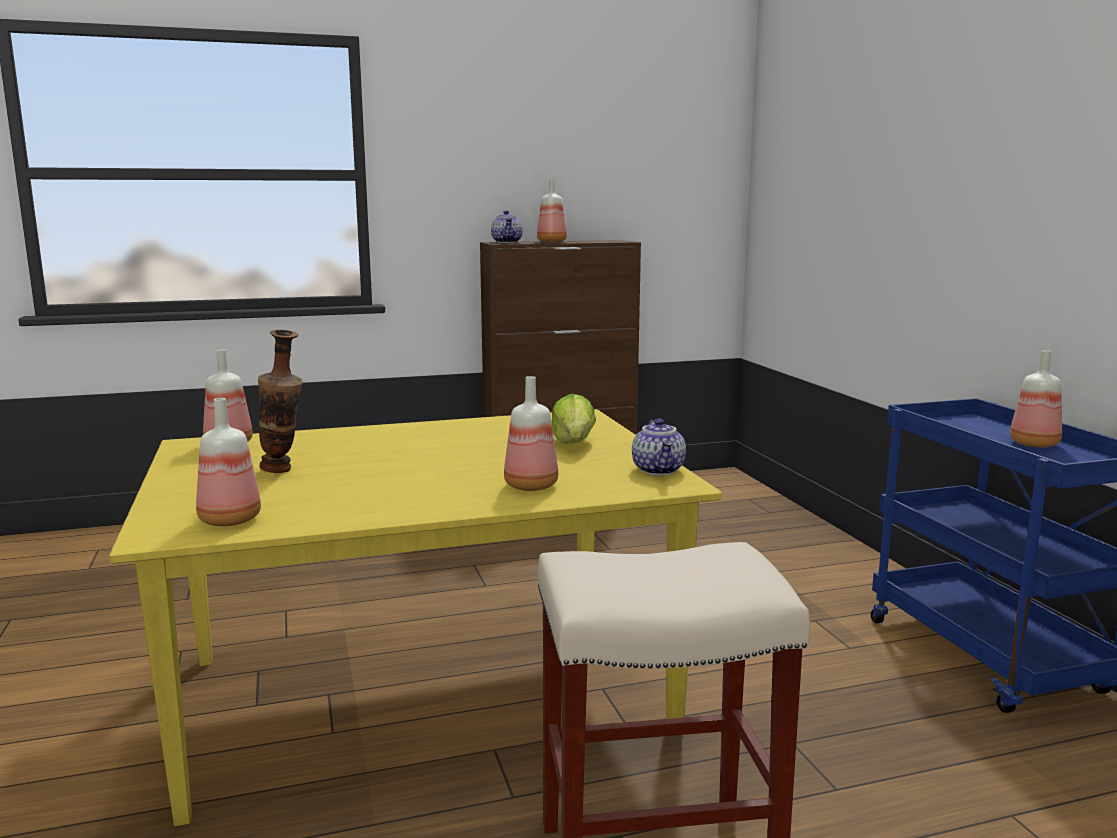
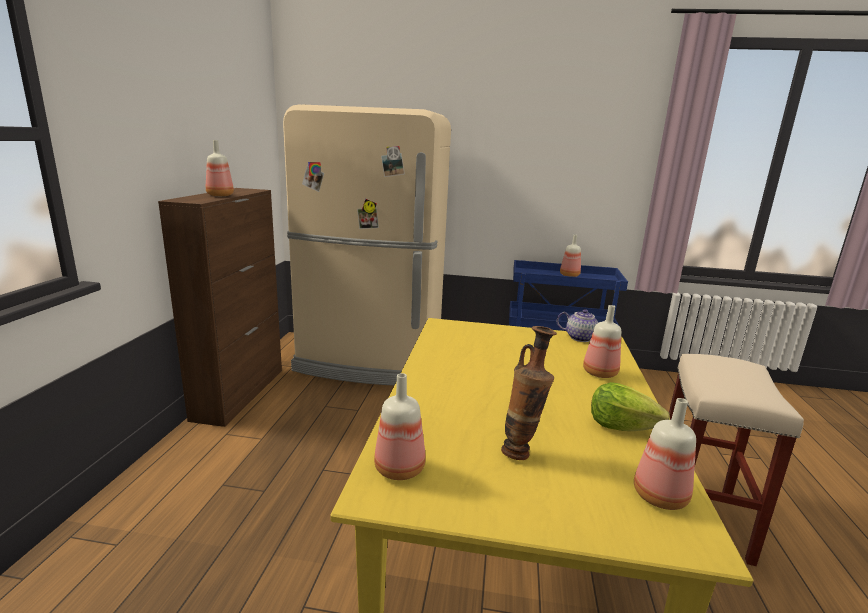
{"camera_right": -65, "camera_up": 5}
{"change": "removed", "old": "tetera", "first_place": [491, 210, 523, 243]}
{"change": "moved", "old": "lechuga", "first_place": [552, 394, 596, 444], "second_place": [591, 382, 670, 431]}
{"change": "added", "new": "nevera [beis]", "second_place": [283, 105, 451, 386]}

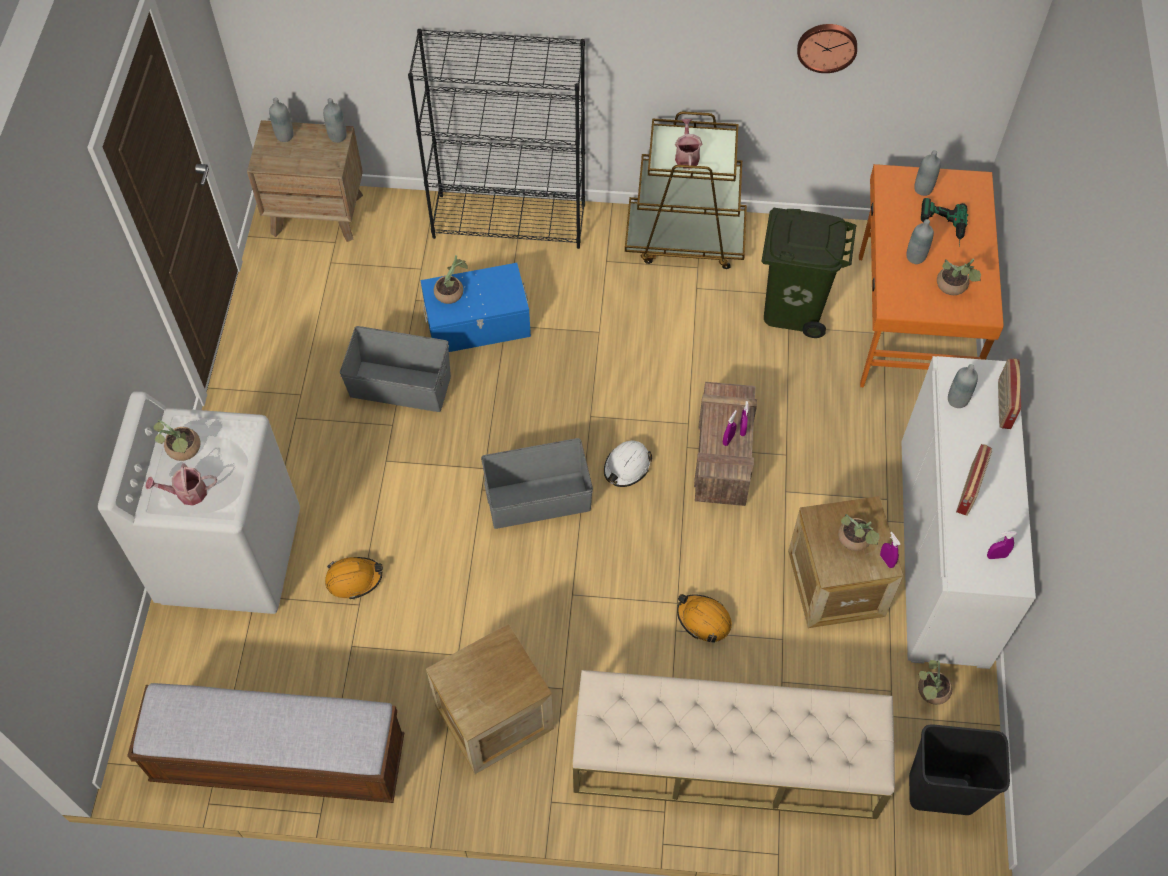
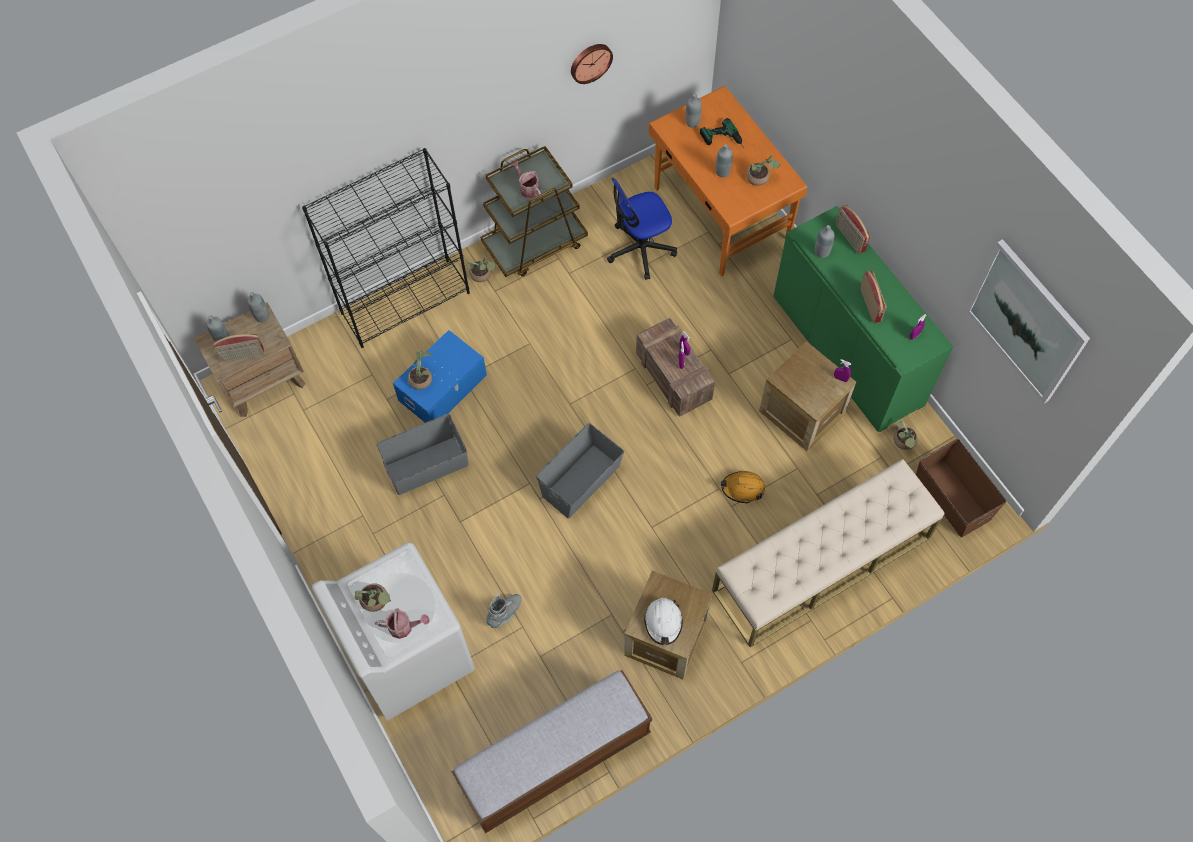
{"camera_right": -35, "camera_up": 5}
{"change": "turned", "old": "regadera", "first_place": [145, 463, 217, 505], "second_place": [375, 608, 430, 639], "degrees": -135}
{"change": "replaced", "old": "casco [naranja]", "new": "bota [gris]", "first_place": [325, 557, 383, 599], "second_place": [486, 594, 522, 628]}
{"change": "moved", "old": "casco [blanco]", "first_place": [604, 440, 652, 487], "second_place": [644, 598, 683, 645]}
{"change": "replaced", "old": "papelera [verde]", "new": "silla de oficina", "first_place": [761, 207, 856, 338], "second_place": [607, 178, 677, 280]}
{"change": "moved", "old": "planta en maceta", "first_place": [838, 514, 880, 551], "second_place": [468, 257, 496, 282]}
{"change": "recoloured", "old": "armario [blanco]", "new": "armario [verde]", "first_place": [901, 356, 1036, 669], "second_place": [773, 206, 953, 432]}
{"change": "replaced", "old": "papelera [negro]", "new": "caja de almacenaje [marrón]", "first_place": [909, 724, 1010, 815], "second_place": [916, 439, 1007, 537]}
{"change": "added", "new": "radio", "second_place": [213, 334, 264, 362]}
{"change": "added", "new": "cuadro", "second_place": [966, 239, 1090, 403]}

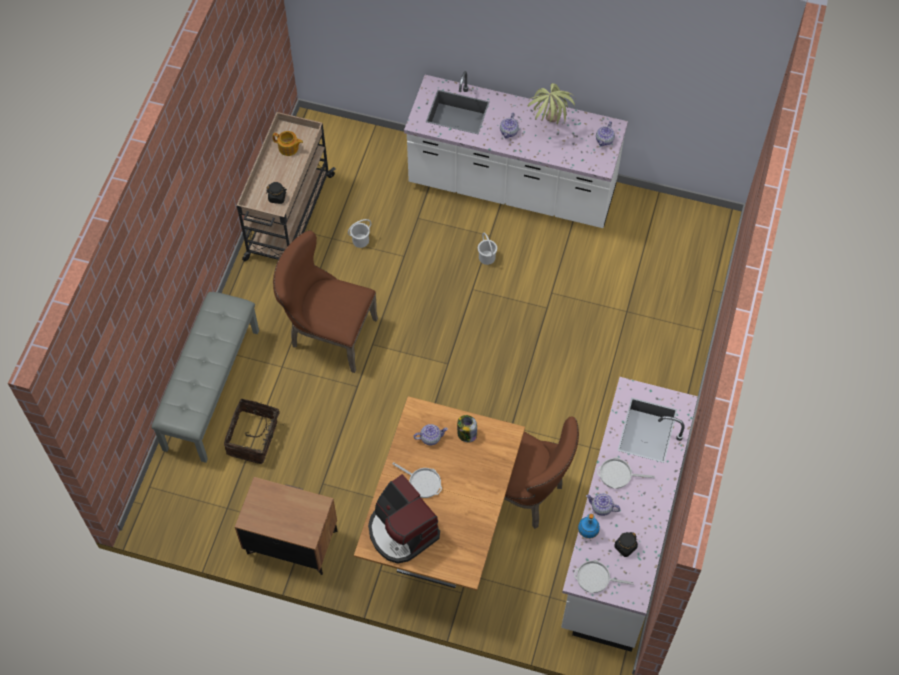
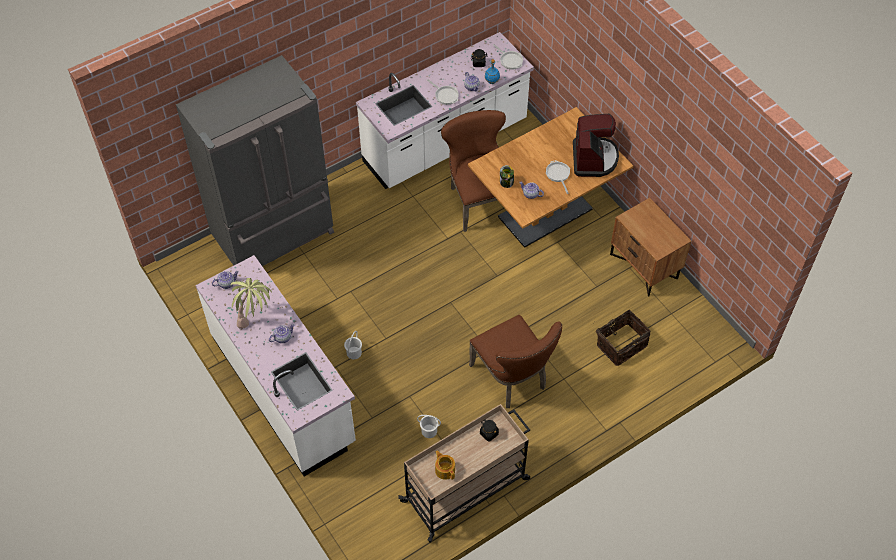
{"camera_right": -140, "camera_up": -5}
{"change": "removed", "old": "banco [gris]", "first_place": [152, 292, 259, 463]}
{"change": "added", "new": "nevera [gris]", "second_place": [176, 55, 334, 266]}

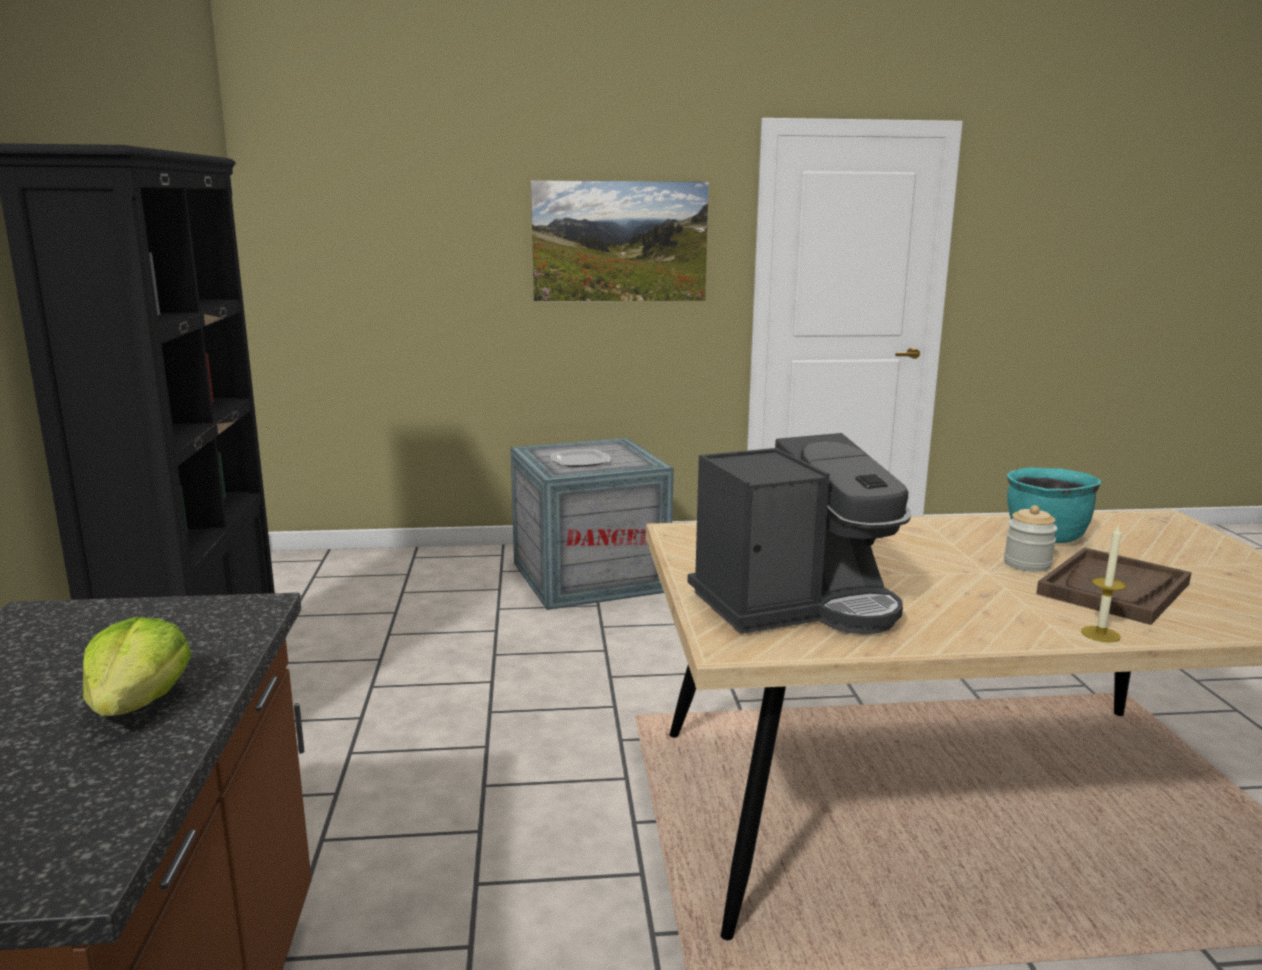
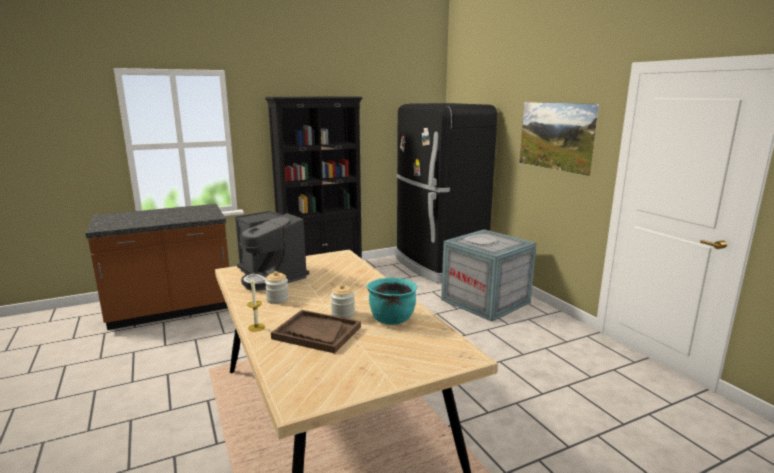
{"camera_right": 70, "camera_up": 0}
{"change": "removed", "old": "lechuga", "first_place": [83, 617, 192, 716]}
{"change": "added", "new": "tarro", "second_place": [265, 271, 289, 304]}
{"change": "added", "new": "nevera [negro]", "second_place": [395, 103, 497, 283]}

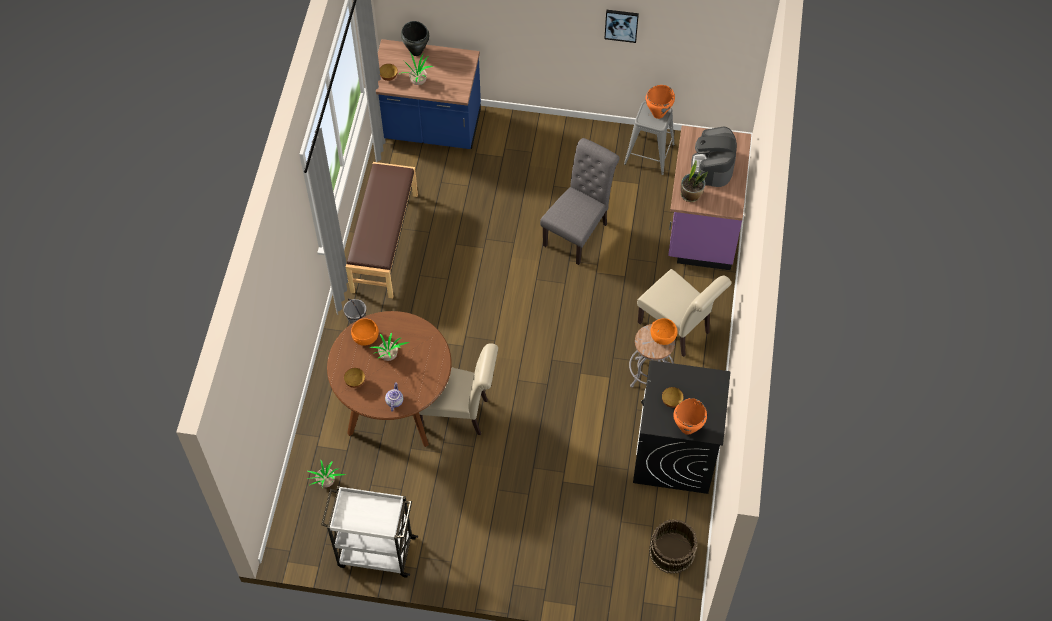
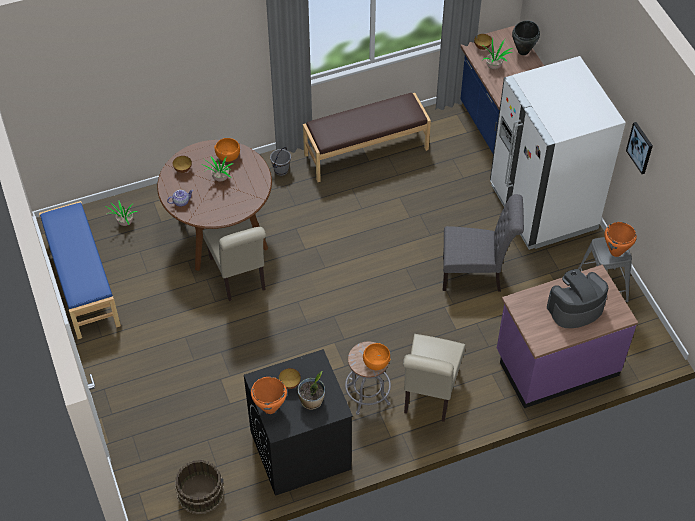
{"camera_right": 60, "camera_up": -5}
{"change": "replaced", "old": "carrito [blanco]", "new": "banco [azul]", "first_place": [321, 486, 418, 578], "second_place": [39, 201, 121, 339]}
{"change": "moved", "old": "planta en maceta", "first_place": [681, 161, 708, 202], "second_place": [298, 371, 325, 410]}
{"change": "added", "new": "nevera [blanco]", "second_place": [490, 56, 626, 250]}

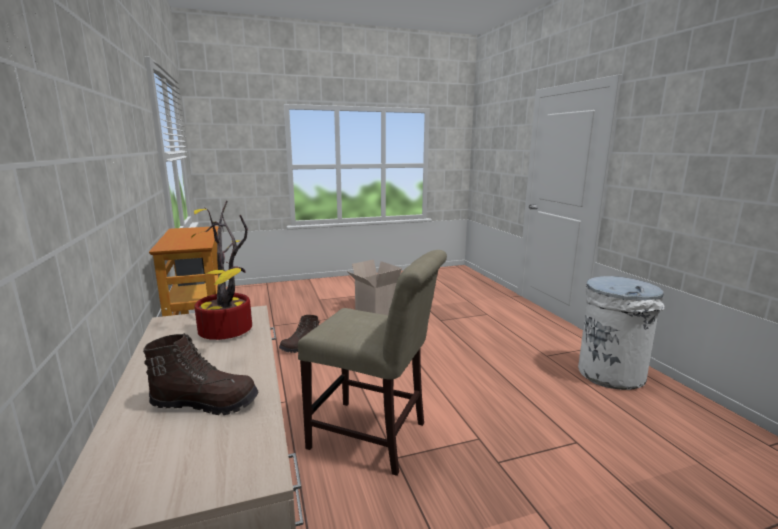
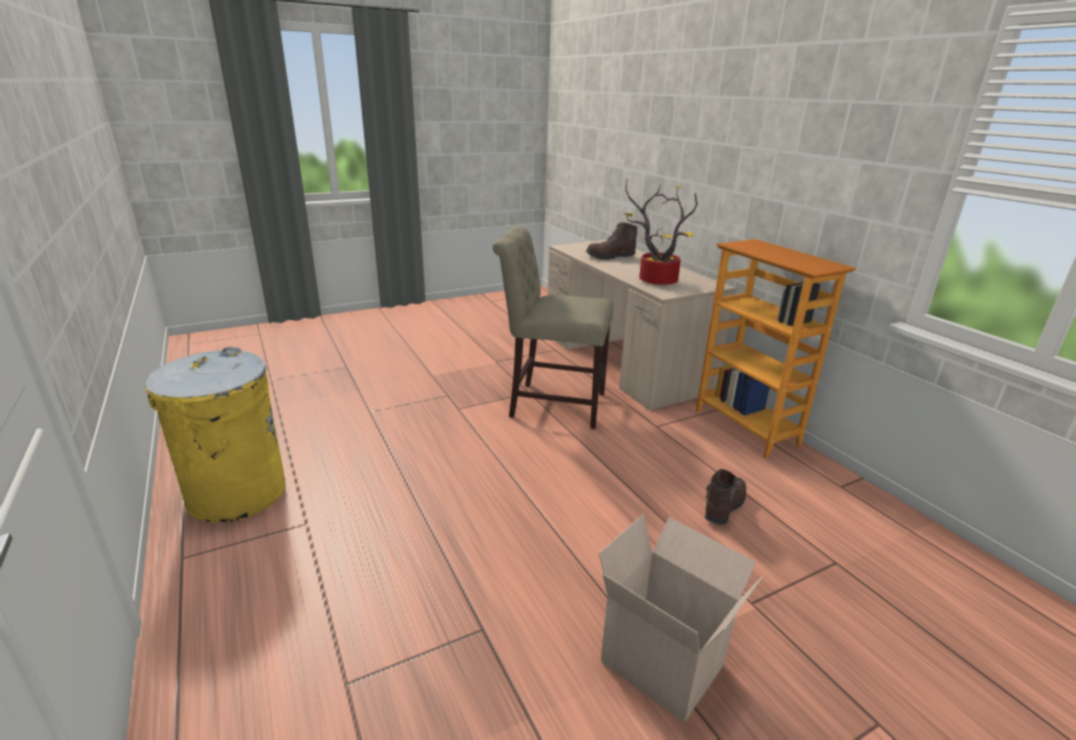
{"camera_right": 170, "camera_up": 10}
{"change": "recoloured", "old": "papelera [blanco]", "new": "papelera [amarillo]", "first_place": [578, 276, 665, 390], "second_place": [145, 347, 285, 523]}

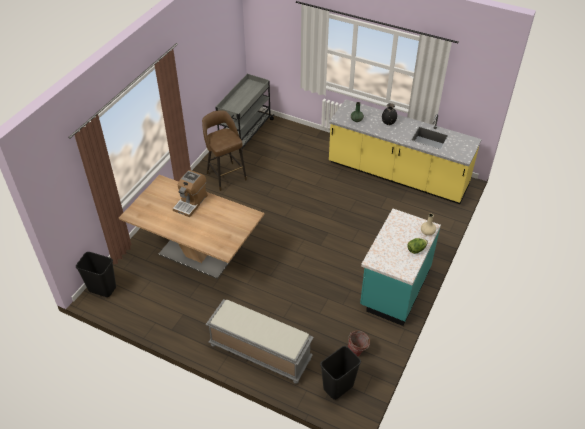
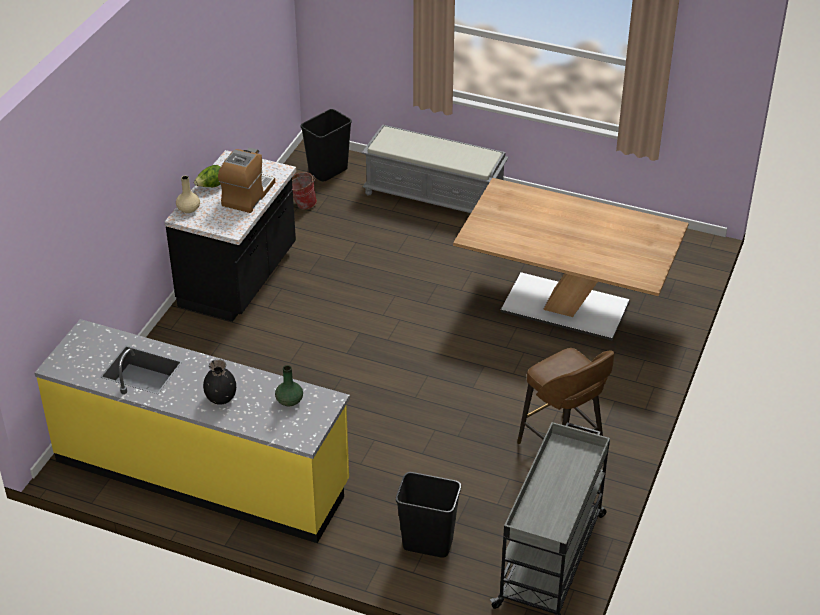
{"camera_right": 175, "camera_up": -5}
{"change": "moved", "old": "papelera [negro]", "first_place": [76, 252, 116, 297], "second_place": [396, 472, 461, 558]}
{"change": "moved", "old": "cafetera", "first_place": [173, 170, 208, 217], "second_place": [218, 148, 275, 213]}
{"change": "recoloured", "old": "mueble bajo de cocina [turquesa]", "new": "mueble bajo de cocina [negro]", "first_place": [360, 209, 441, 326], "second_place": [165, 150, 296, 322]}

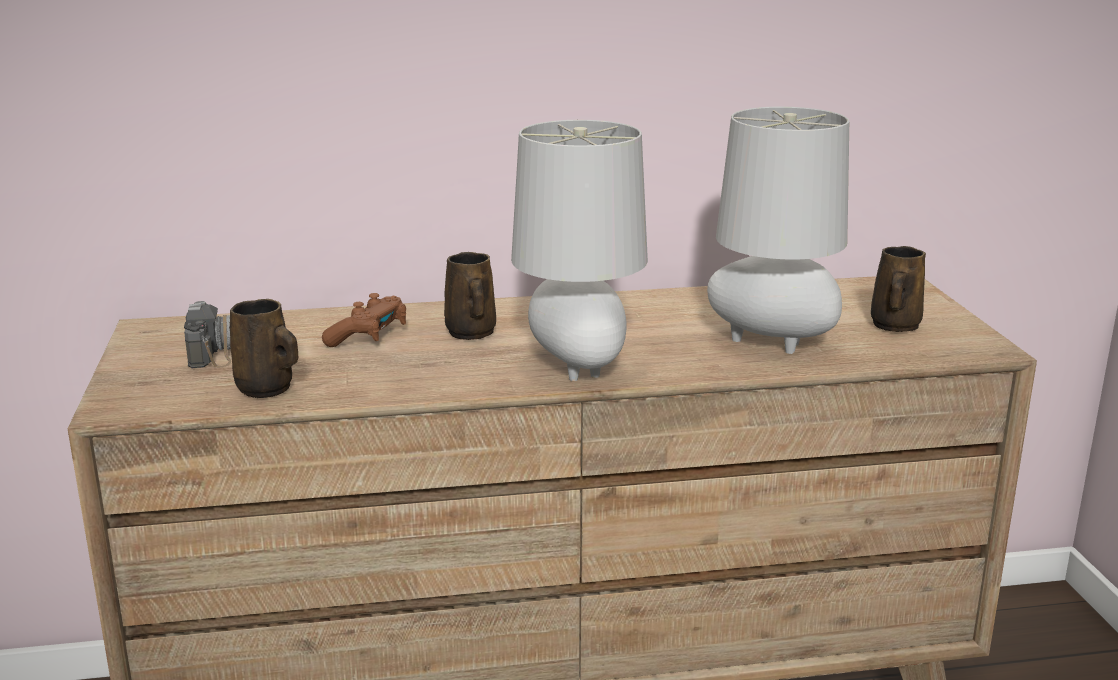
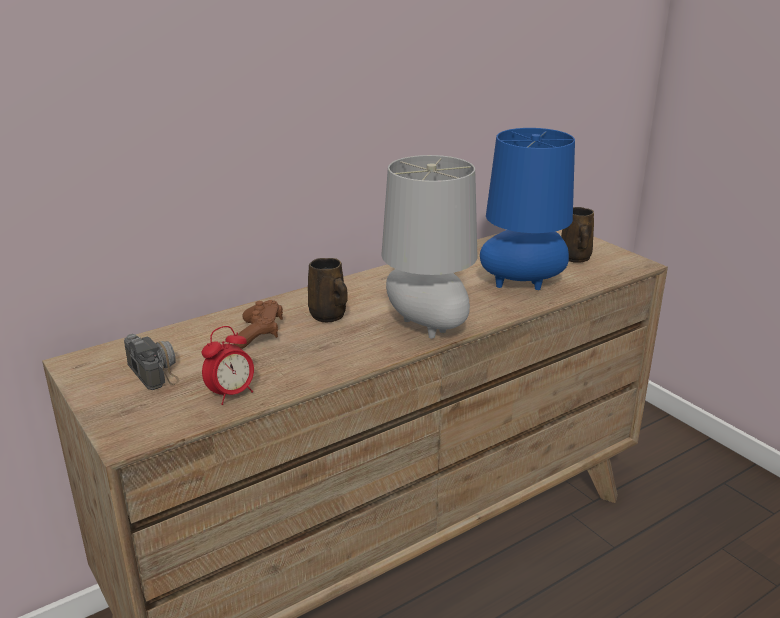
{"camera_right": -25, "camera_up": 5}
{"change": "replaced", "old": "taza grande [marrón]", "new": "despertador", "first_place": [230, 299, 298, 398], "second_place": [202, 326, 254, 405]}
{"change": "recoloured", "old": "lámpara de mesa [gris]", "new": "lámpara de mesa [azul]", "first_place": [707, 107, 849, 354], "second_place": [480, 128, 575, 290]}

